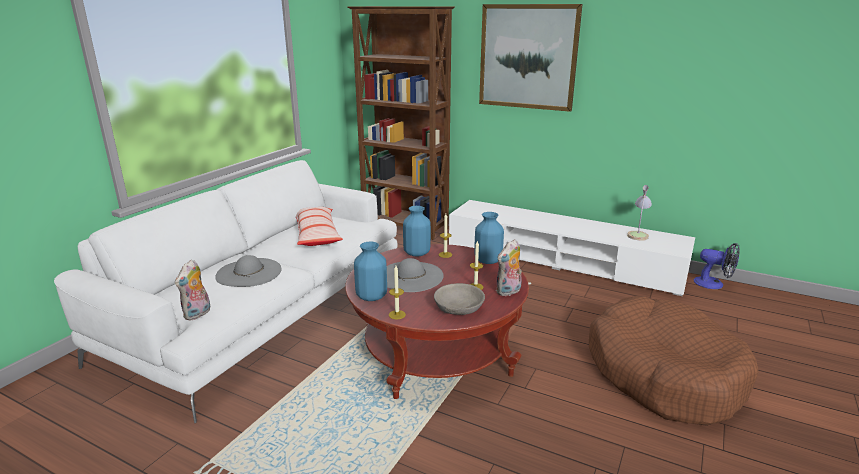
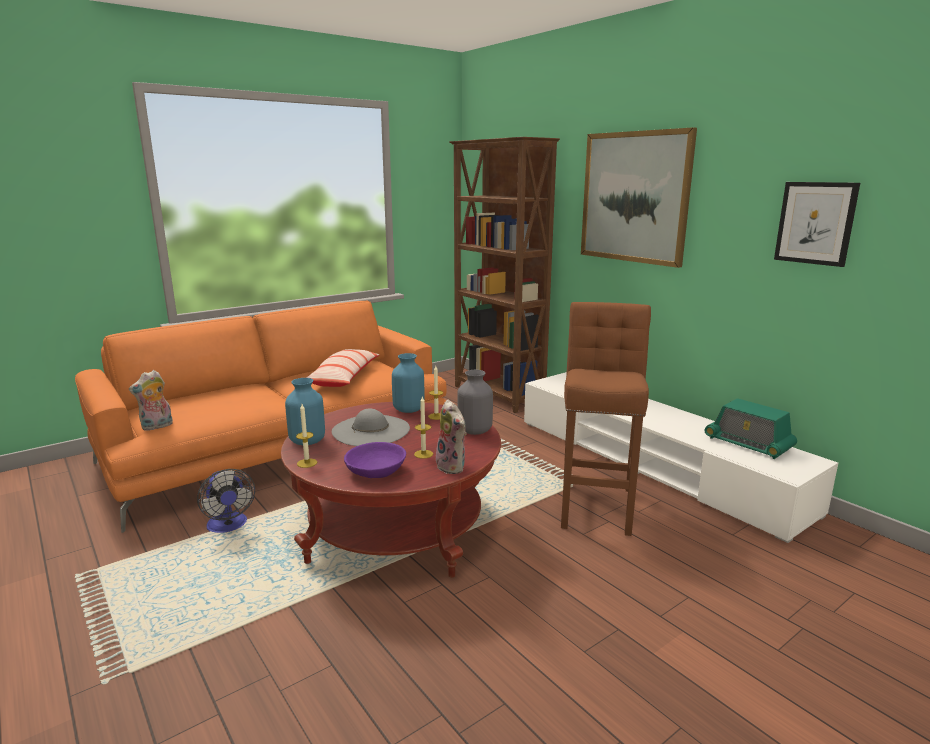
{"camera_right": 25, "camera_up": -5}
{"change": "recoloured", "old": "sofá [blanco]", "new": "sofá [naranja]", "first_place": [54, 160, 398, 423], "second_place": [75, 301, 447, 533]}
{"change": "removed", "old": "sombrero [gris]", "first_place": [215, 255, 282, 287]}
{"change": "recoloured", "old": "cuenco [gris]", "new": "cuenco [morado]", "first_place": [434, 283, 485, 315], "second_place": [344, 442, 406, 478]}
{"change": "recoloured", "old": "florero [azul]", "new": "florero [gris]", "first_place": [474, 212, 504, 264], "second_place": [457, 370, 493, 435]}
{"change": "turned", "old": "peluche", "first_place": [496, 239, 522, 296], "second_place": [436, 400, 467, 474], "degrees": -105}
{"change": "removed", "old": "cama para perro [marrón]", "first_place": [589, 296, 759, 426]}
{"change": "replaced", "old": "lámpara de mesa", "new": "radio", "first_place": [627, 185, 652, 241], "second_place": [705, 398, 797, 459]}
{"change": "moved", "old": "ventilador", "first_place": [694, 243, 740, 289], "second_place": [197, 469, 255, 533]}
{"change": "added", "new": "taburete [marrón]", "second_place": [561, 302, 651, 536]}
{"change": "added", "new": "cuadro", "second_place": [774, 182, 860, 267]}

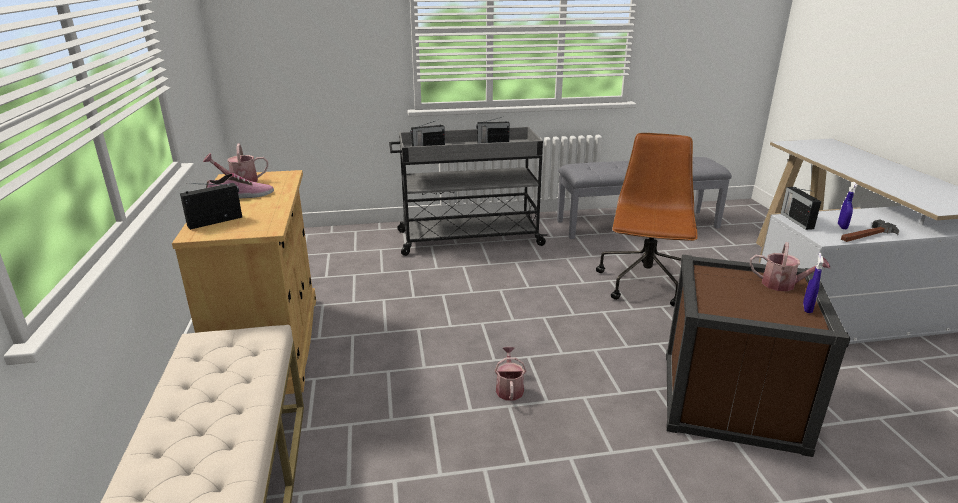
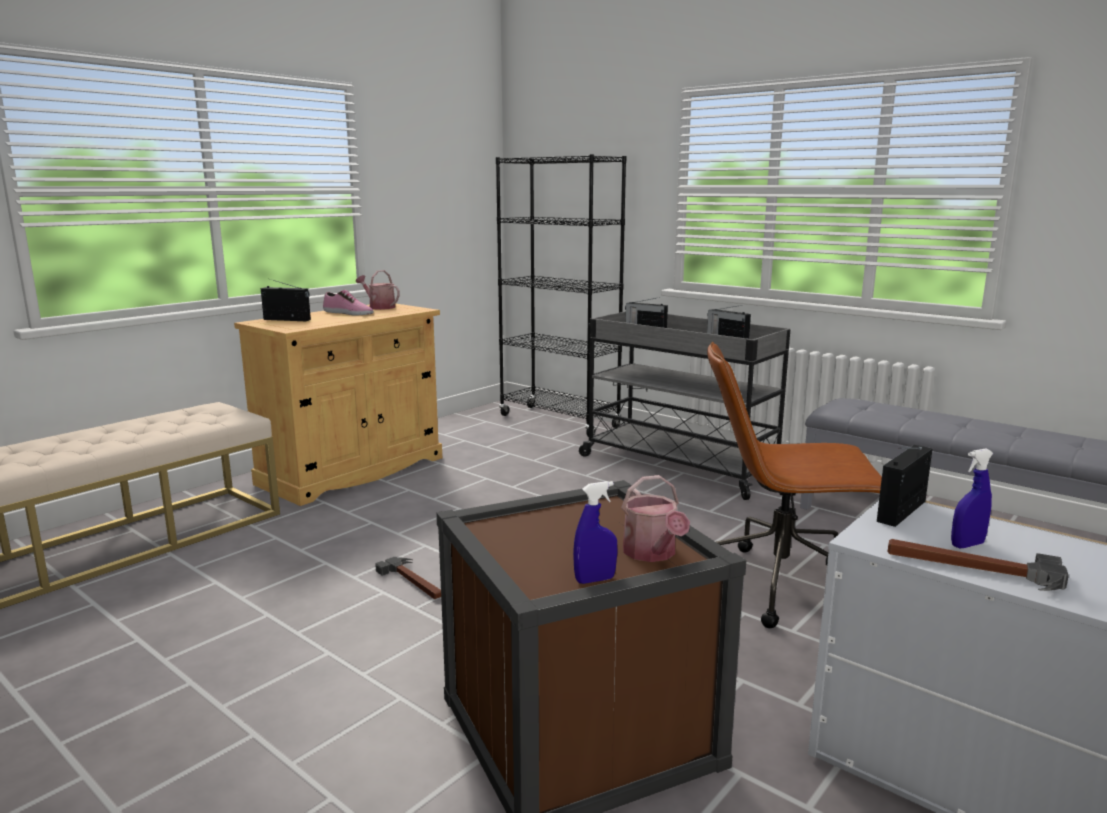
{"camera_right": 50, "camera_up": -10}
{"change": "replaced", "old": "regadera", "new": "martillo", "first_place": [495, 347, 526, 401], "second_place": [375, 557, 441, 599]}
{"change": "turned", "old": "silla de oficina [marrón]", "first_place": [596, 133, 698, 306], "second_place": [707, 342, 882, 628], "degrees": -150}
{"change": "added", "new": "estantería [negro]", "second_place": [496, 154, 626, 437]}

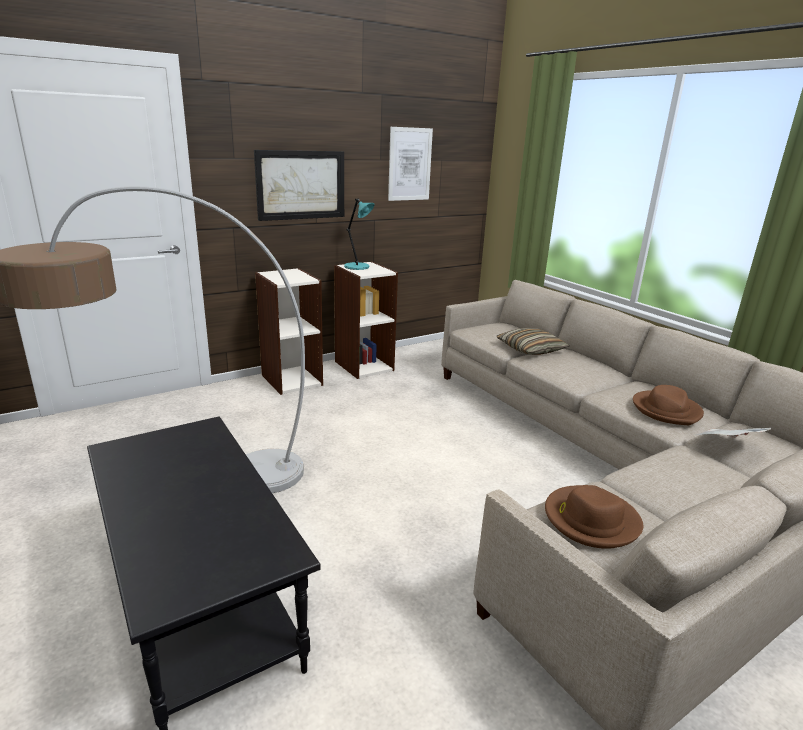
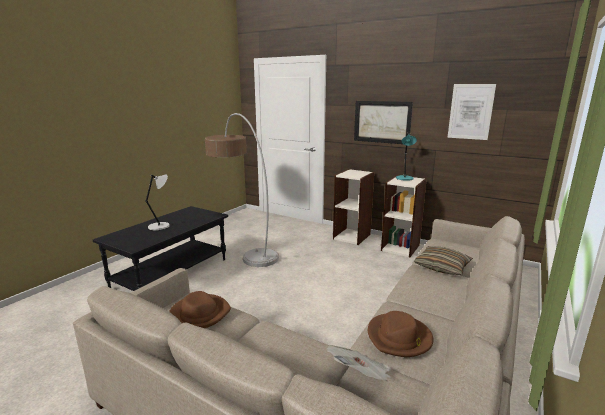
{"camera_right": 65, "camera_up": -5}
{"change": "added", "new": "lámpara de mesa [gris]", "second_place": [145, 174, 170, 230]}

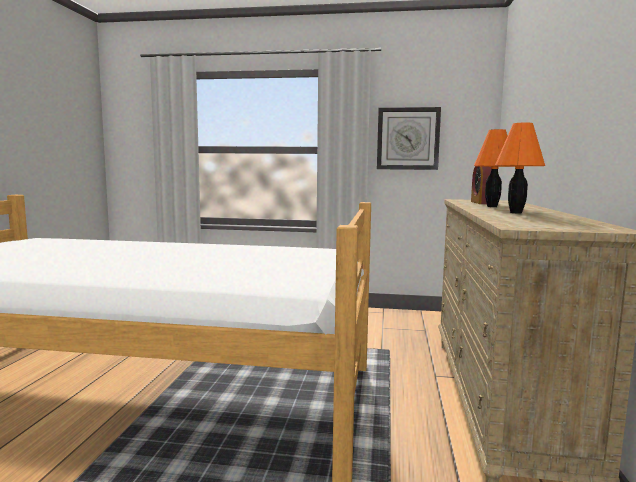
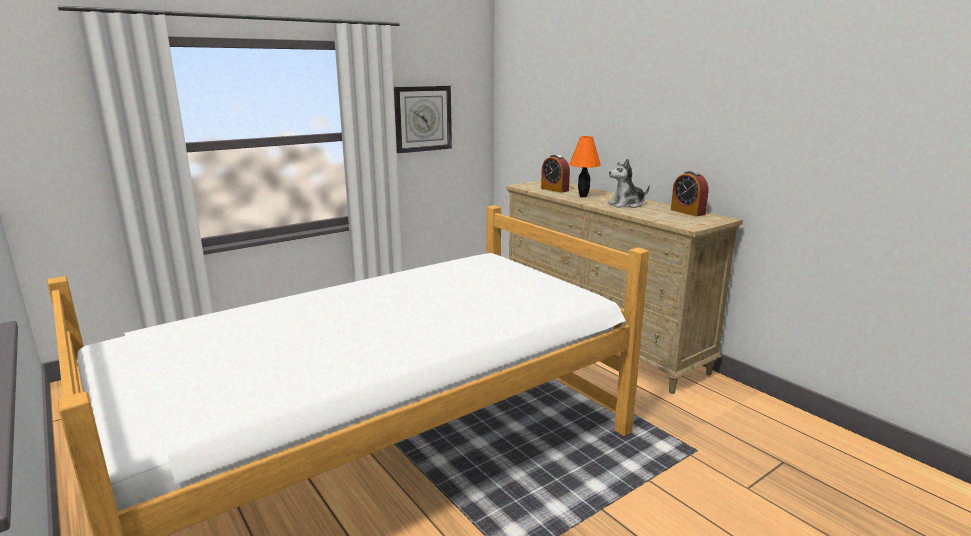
{"camera_right": -45, "camera_up": 10}
{"change": "replaced", "old": "lámpara de mesa [naranja]", "new": "peluche", "first_place": [495, 123, 545, 214], "second_place": [607, 158, 650, 208]}
{"change": "added", "new": "despertador", "second_place": [671, 171, 708, 217]}

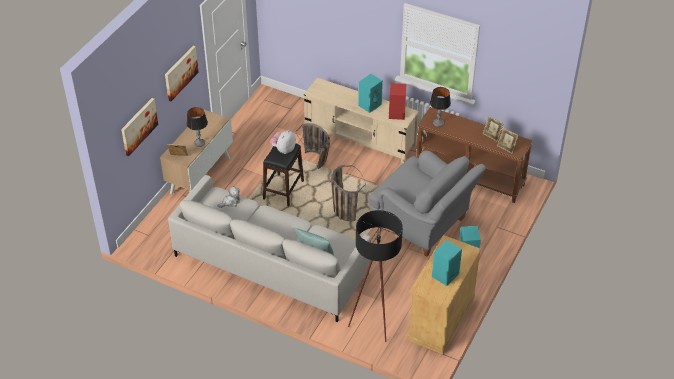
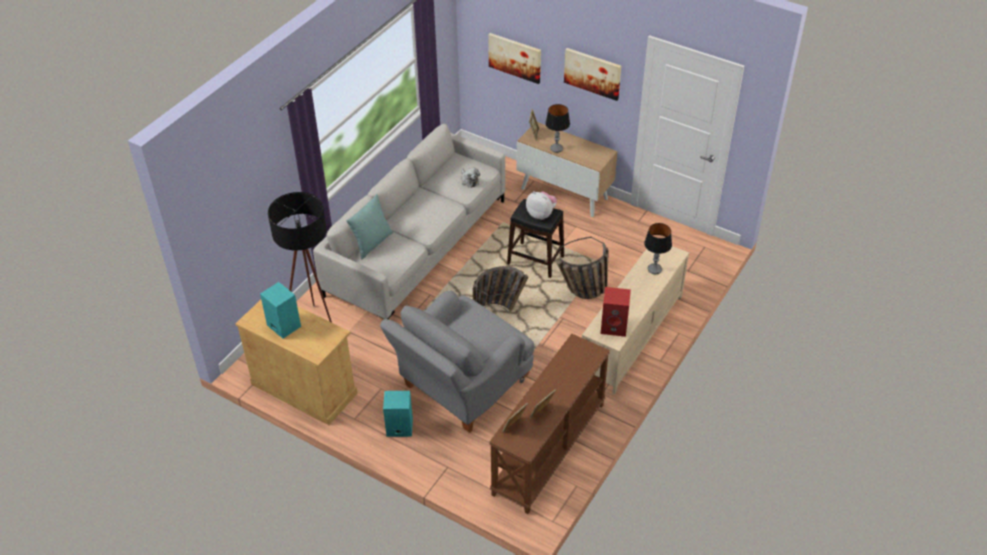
{"camera_right": 95, "camera_up": 0}
{"change": "removed", "old": "altavoz [turquesa]", "first_place": [358, 74, 383, 113]}
{"change": "moved", "old": "lámpara de mesa", "first_place": [430, 87, 451, 127], "second_place": [644, 223, 672, 274]}

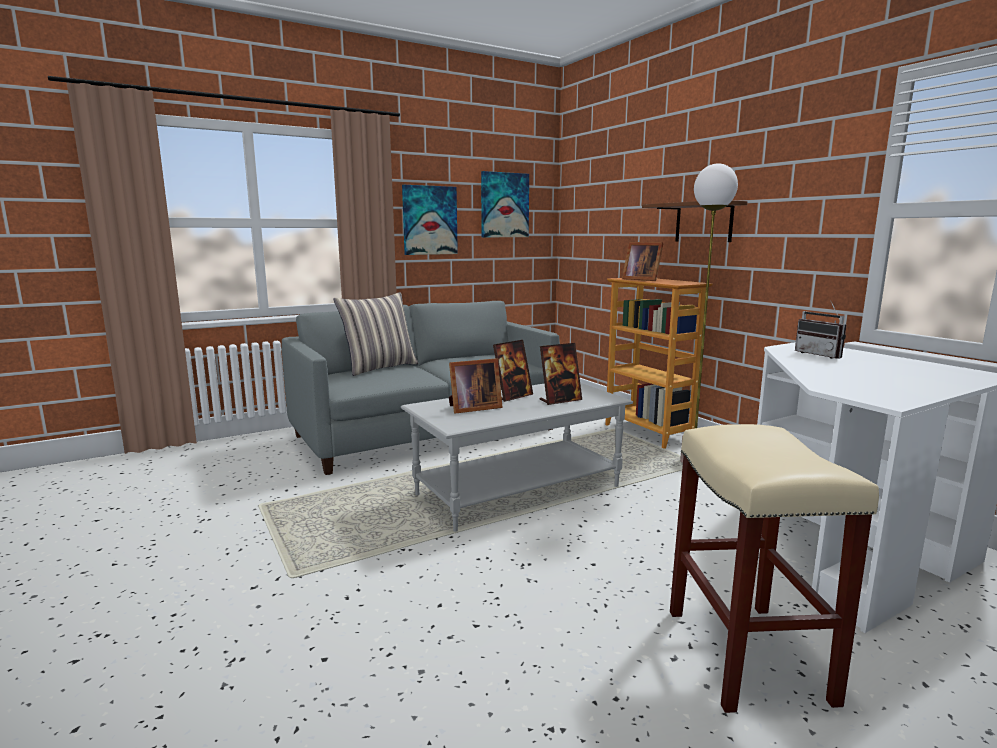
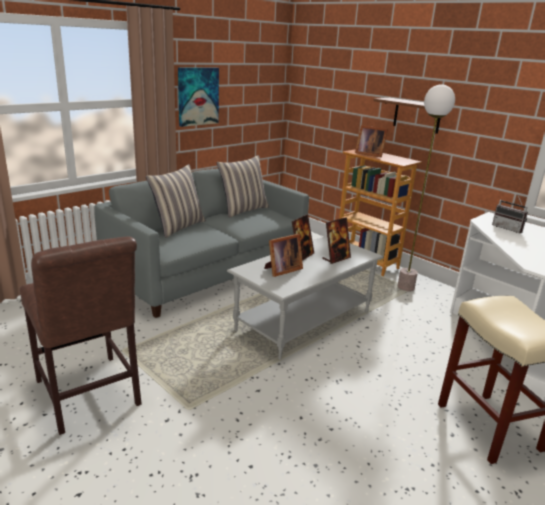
{"camera_right": -15, "camera_up": 10}
{"change": "removed", "old": "cuadro", "first_place": [481, 171, 529, 237]}
{"change": "added", "new": "silla [marrón]", "second_place": [19, 236, 142, 435]}
{"change": "added", "new": "cojín", "second_place": [216, 155, 269, 218]}

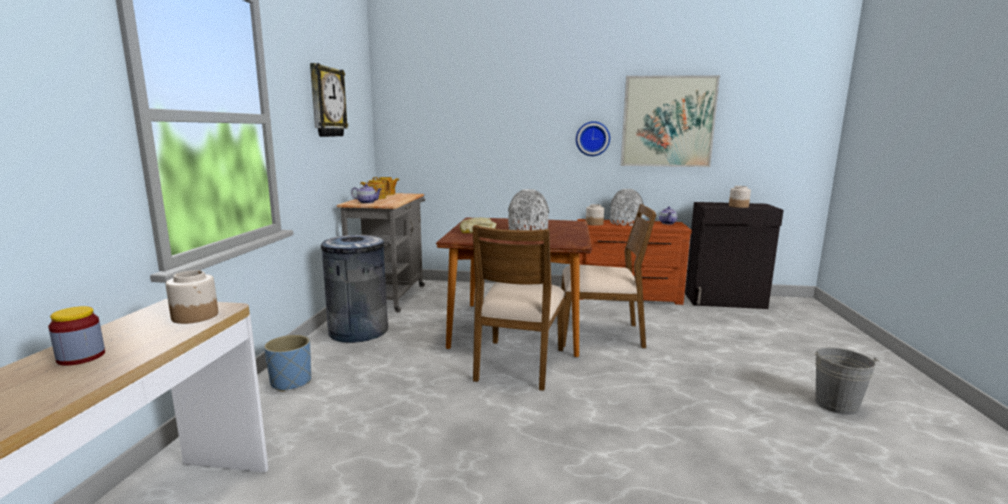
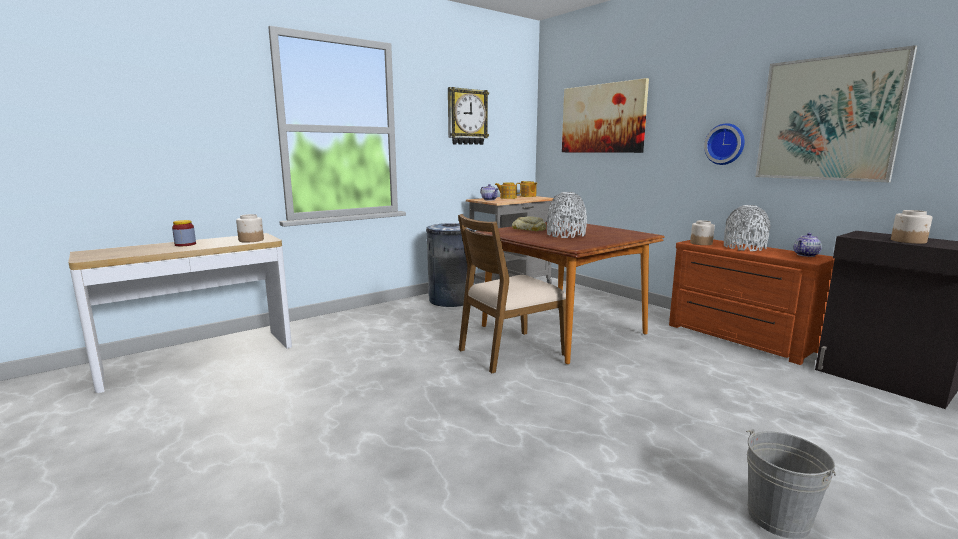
{"camera_right": 45, "camera_up": 0}
{"change": "removed", "old": "maceta [azul]", "first_place": [264, 335, 311, 392]}
{"change": "removed", "old": "silla [marrón]", "first_place": [561, 204, 657, 348]}
{"change": "added", "new": "cuadro", "second_place": [562, 78, 649, 153]}

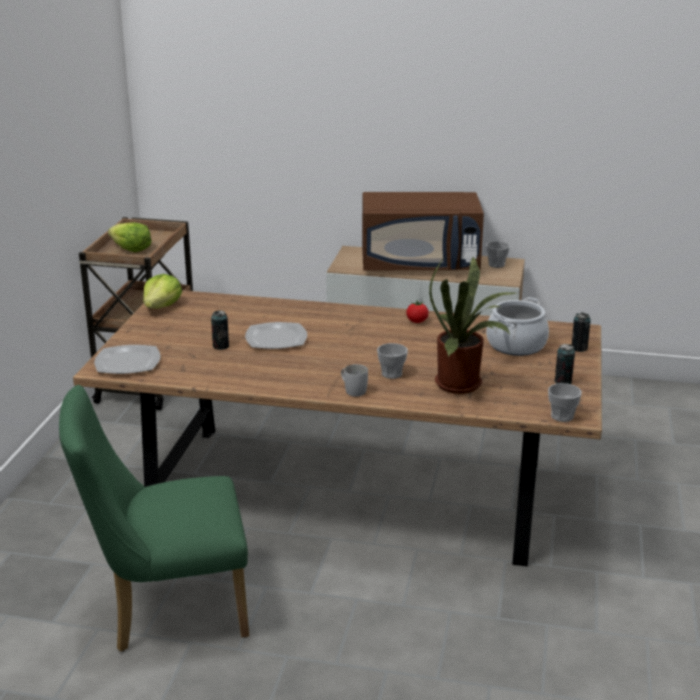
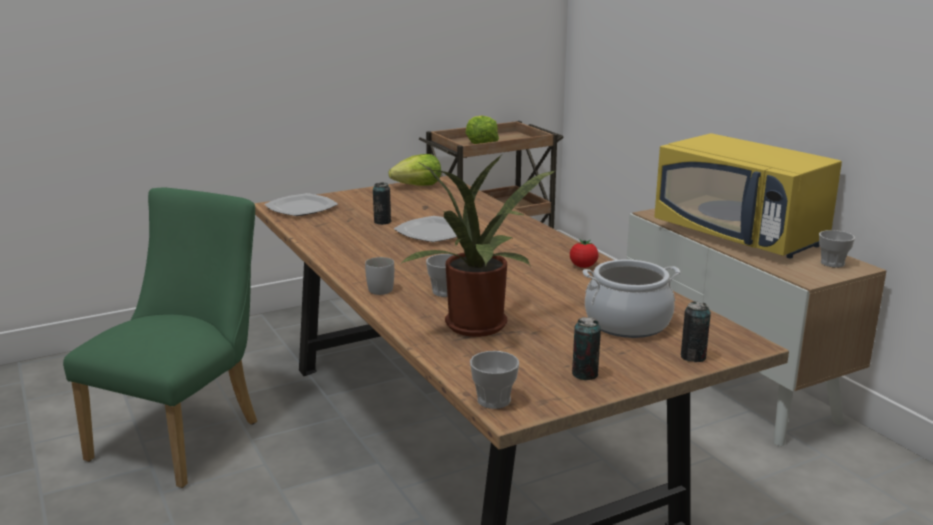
{"camera_right": 50, "camera_up": -5}
{"change": "turned", "old": "silla [verde]", "first_place": [59, 385, 249, 652], "second_place": [63, 188, 257, 488], "degrees": 75}
{"change": "recoloured", "old": "microondas [marrón]", "new": "microondas [amarillo]", "first_place": [362, 192, 484, 271], "second_place": [654, 133, 842, 258]}

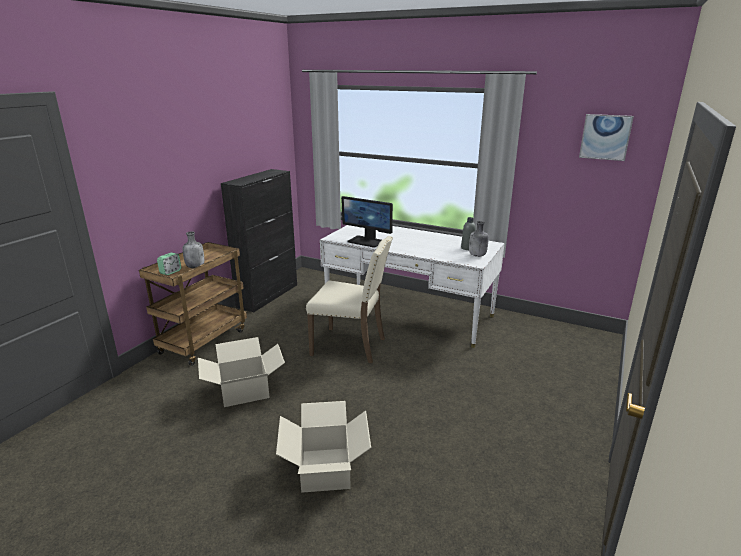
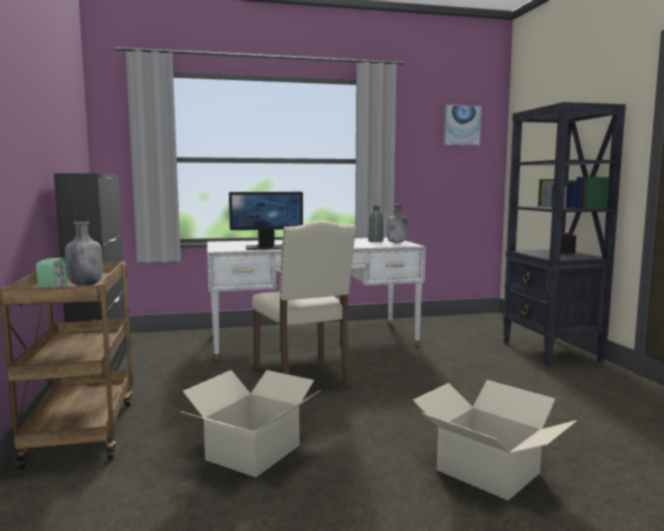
{"camera_right": -40, "camera_up": -15}
{"change": "turned", "old": "silla [beis]", "first_place": [306, 236, 393, 363], "second_place": [252, 220, 356, 385], "degrees": 90}
{"change": "added", "new": "estantería [negro]", "second_place": [503, 102, 626, 366]}

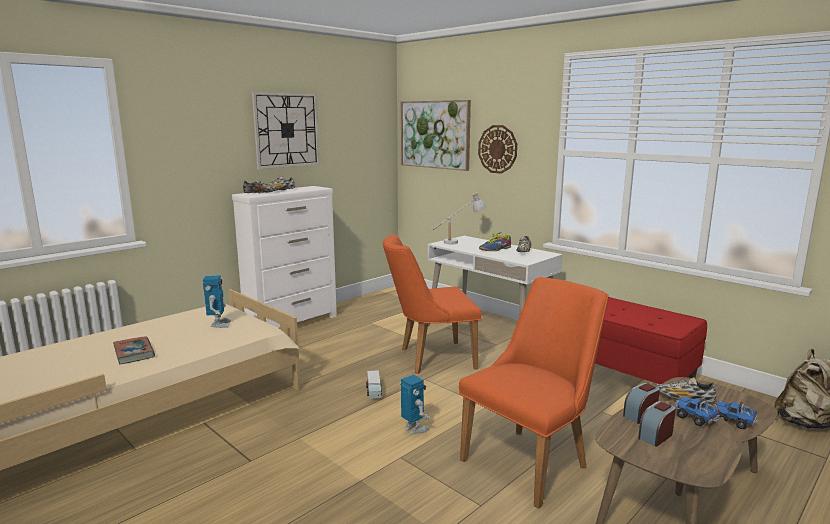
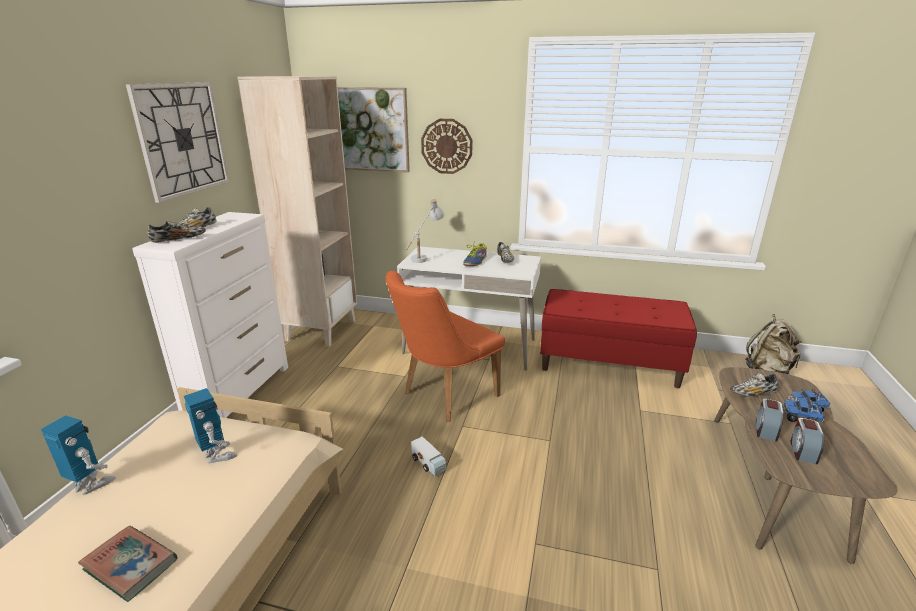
{"camera_right": -30, "camera_up": 10}
{"change": "moved", "old": "robot de juguete", "first_place": [400, 375, 430, 434], "second_place": [41, 415, 116, 495]}
{"change": "removed", "old": "silla [naranja]", "first_place": [459, 277, 609, 509]}
{"change": "added", "new": "estantería [beis]", "second_place": [237, 76, 357, 347]}

